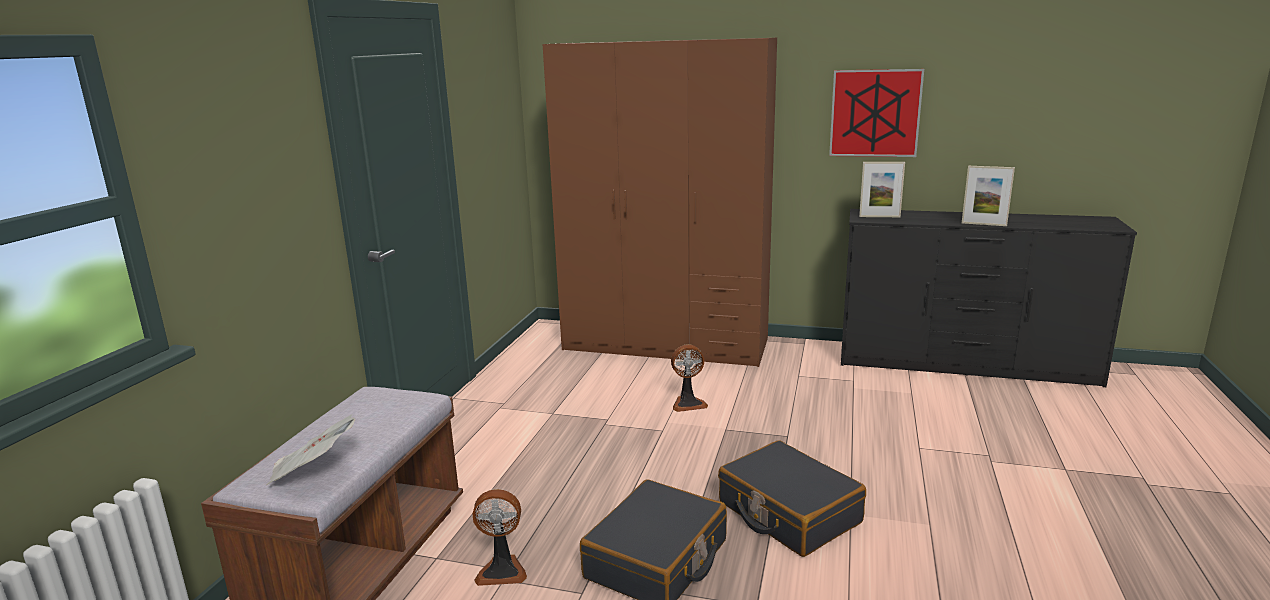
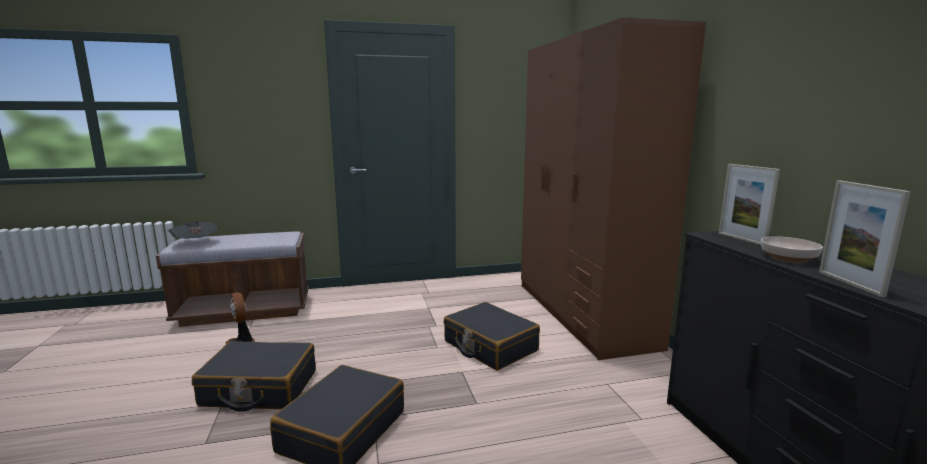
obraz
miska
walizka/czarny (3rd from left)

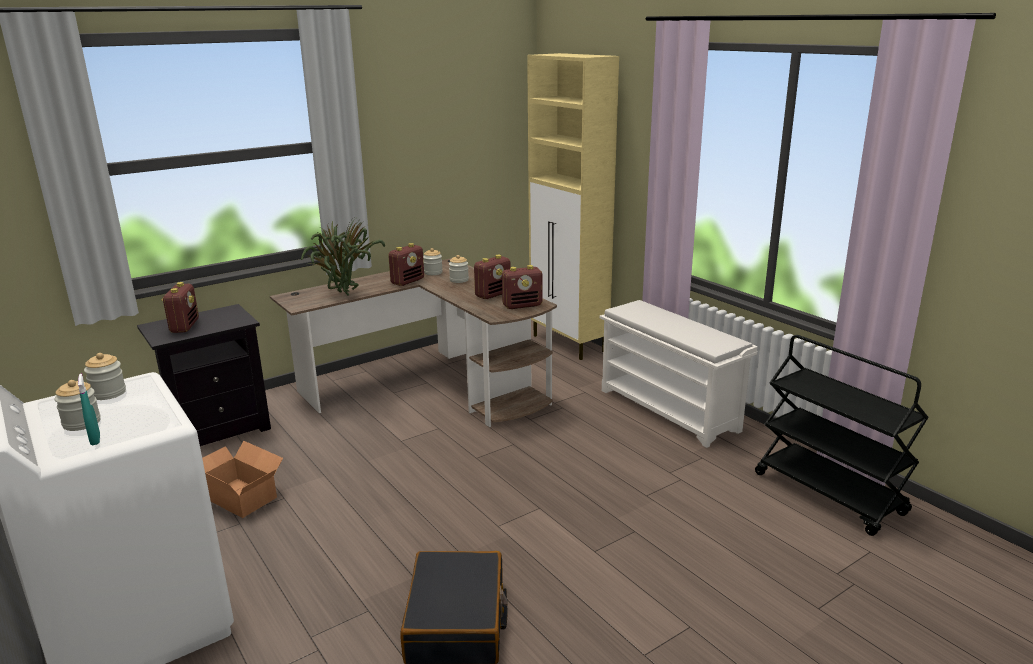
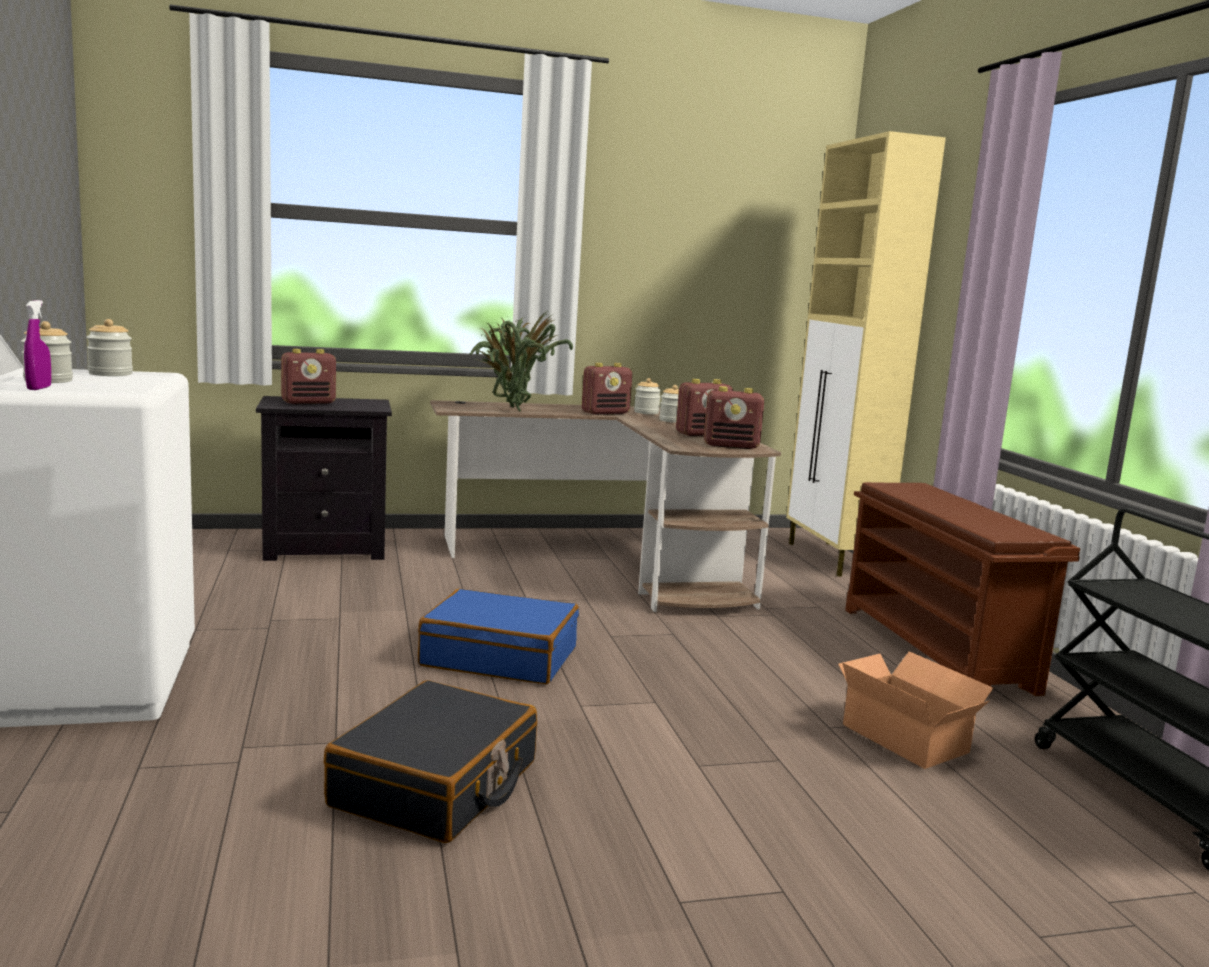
walizka/niebieski
karton
spryskiwacz/fioletowy
regał na buty/brązowy
radio (1st from left)

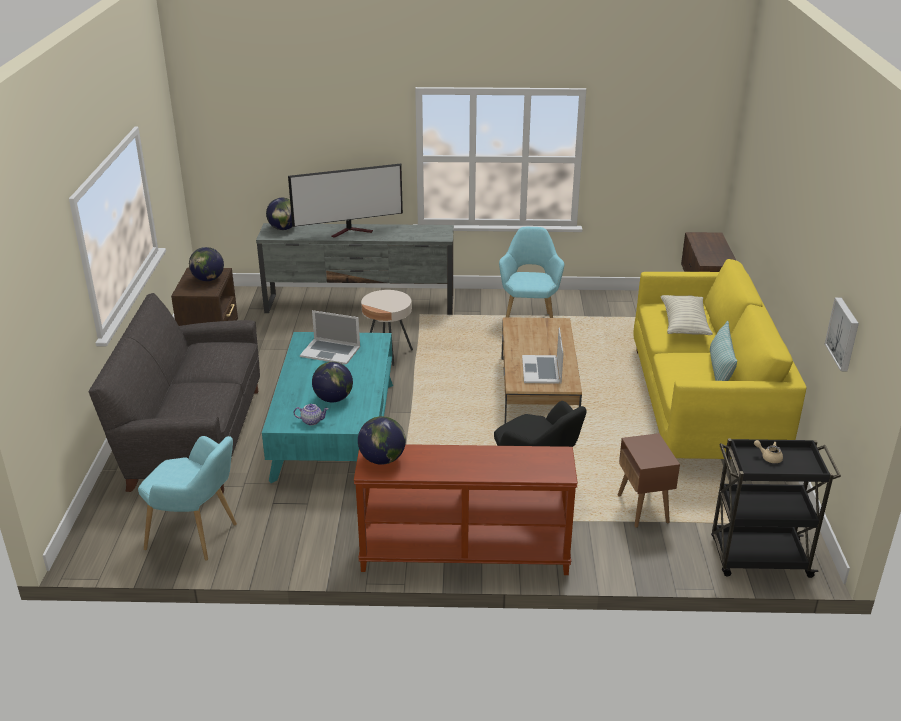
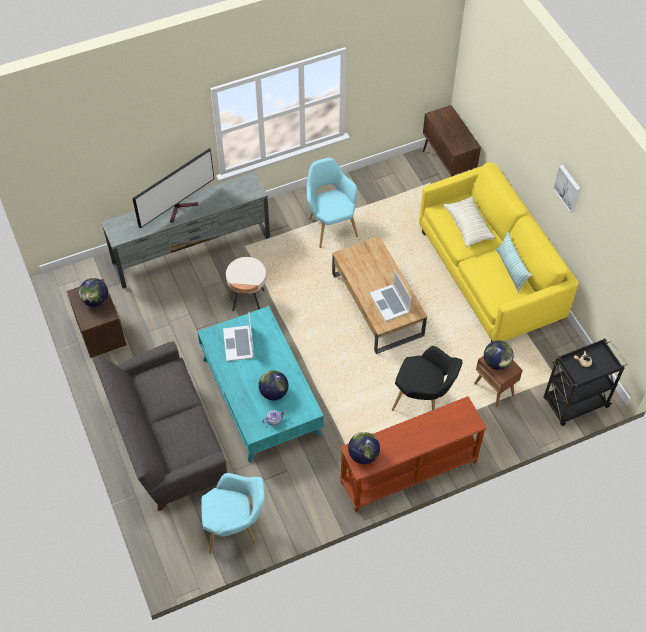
globus (4th from left)
obraz
laptop (1st from left)

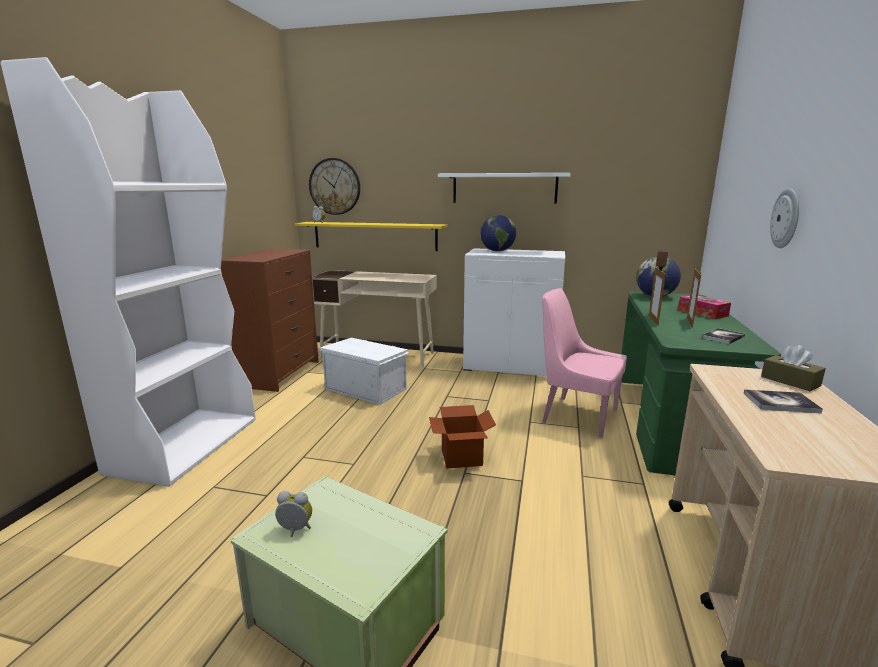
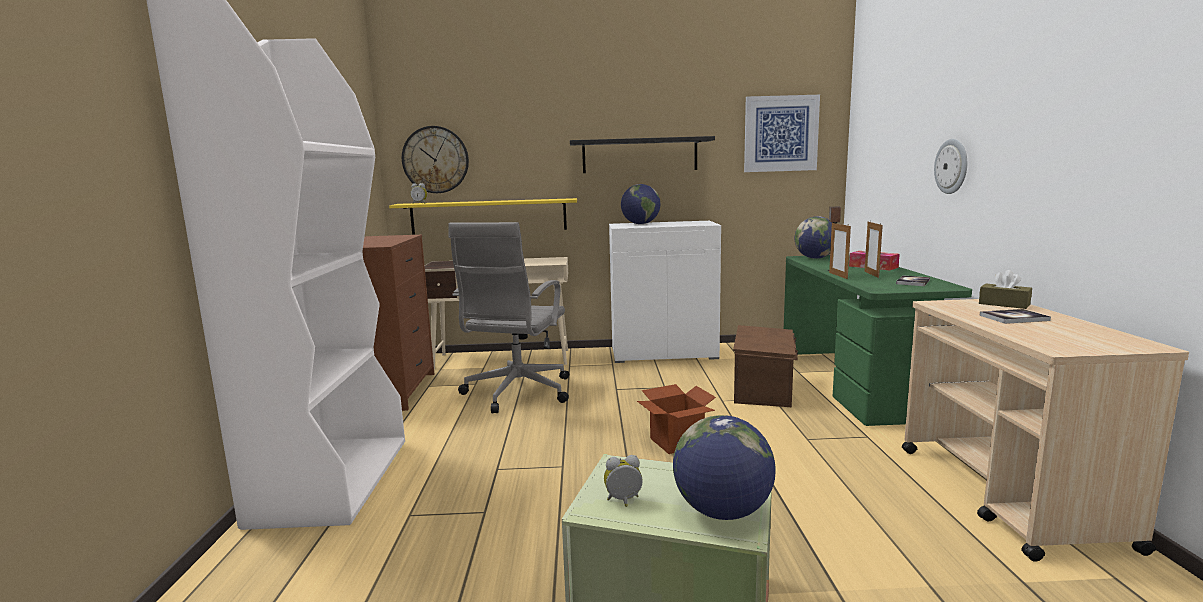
globus (2nd from left)
obraz
krzesło biurowe/szary
pojemnik do przechowywania/brązowy
półka/czarny

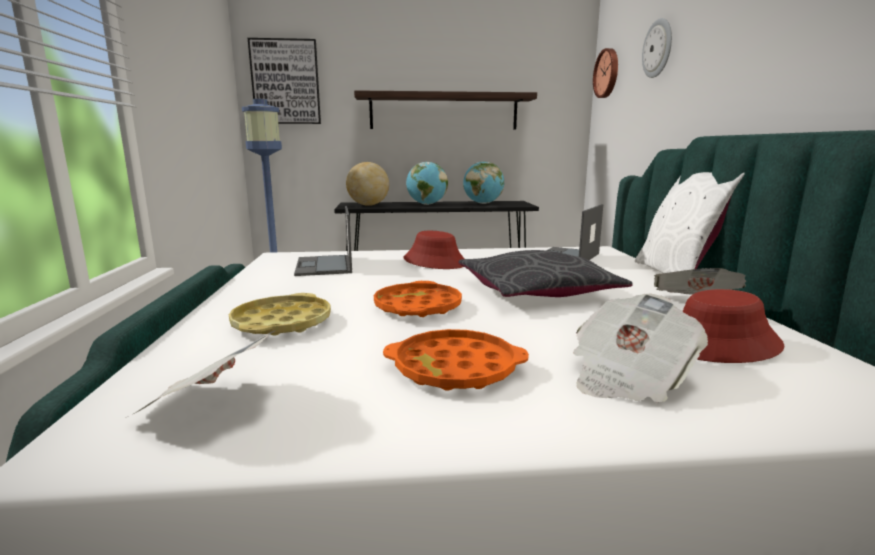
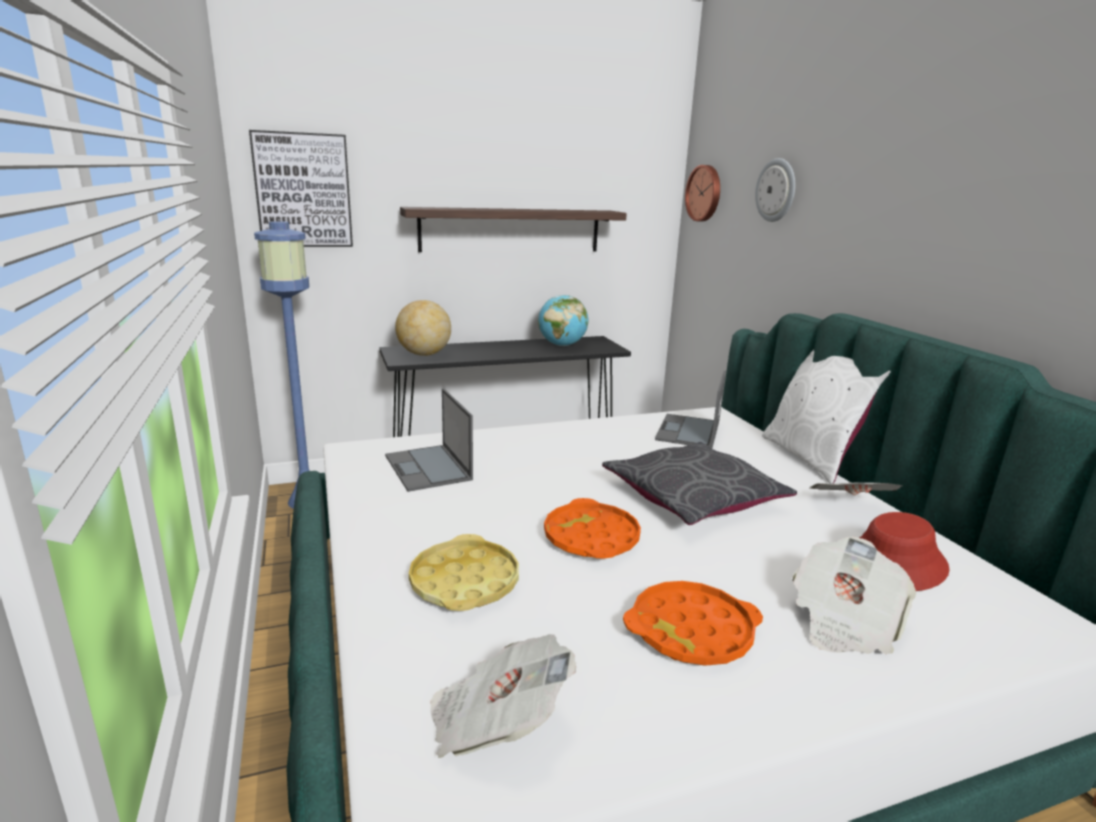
kapelusz/czerwony (1st from left in the first image)
globus (2nd from left in the first image)

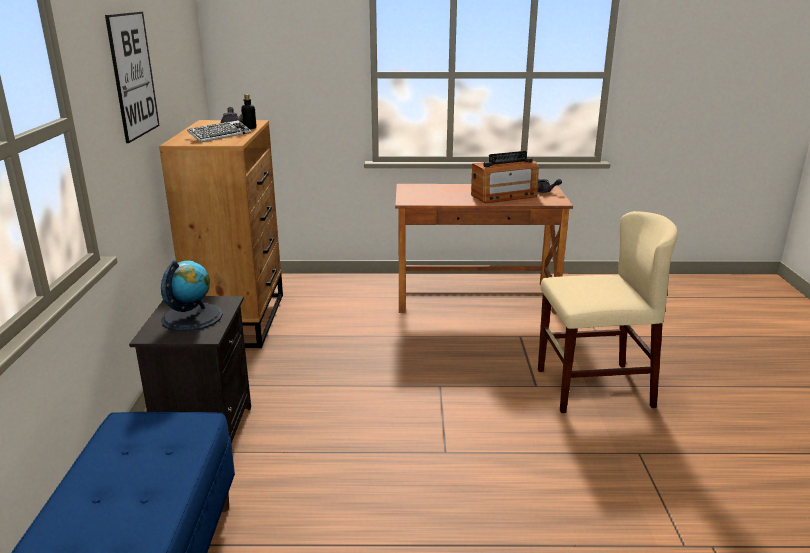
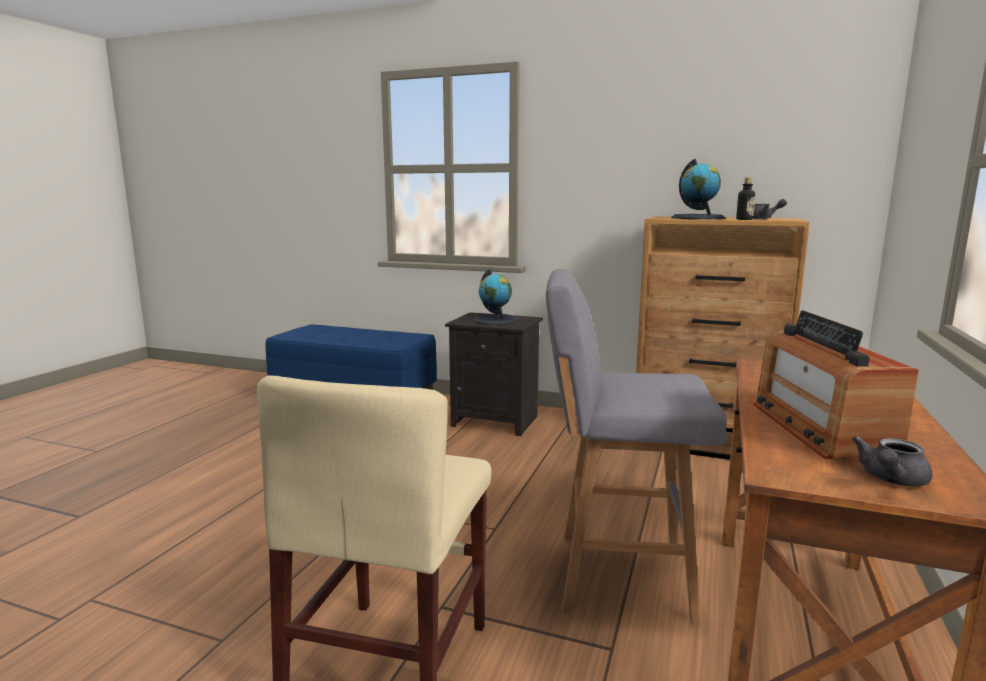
obraz
stołek/szary
globus (2nd from left)

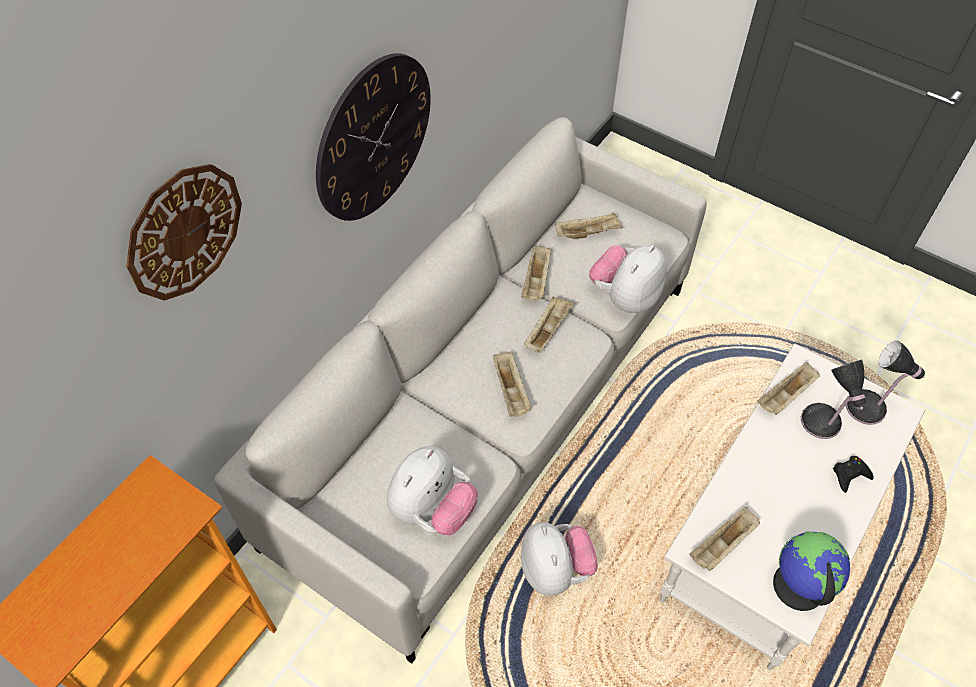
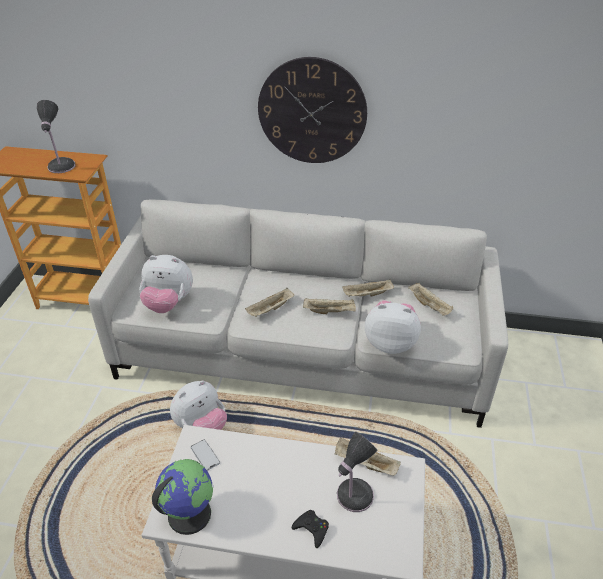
zegar ścienny (1st from left in the first image)
lampa stołowa (1st from left)
telefon

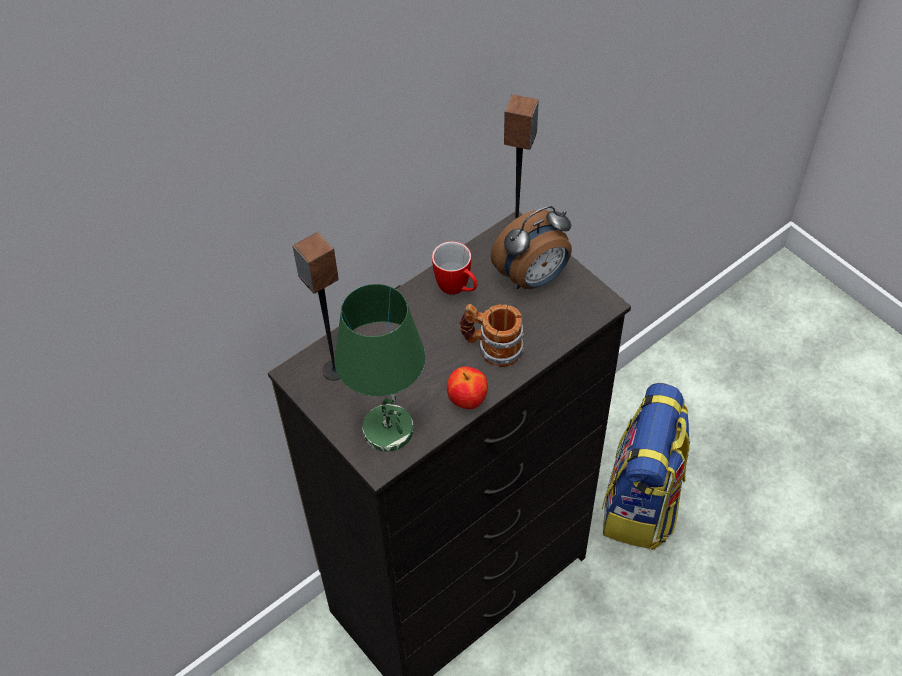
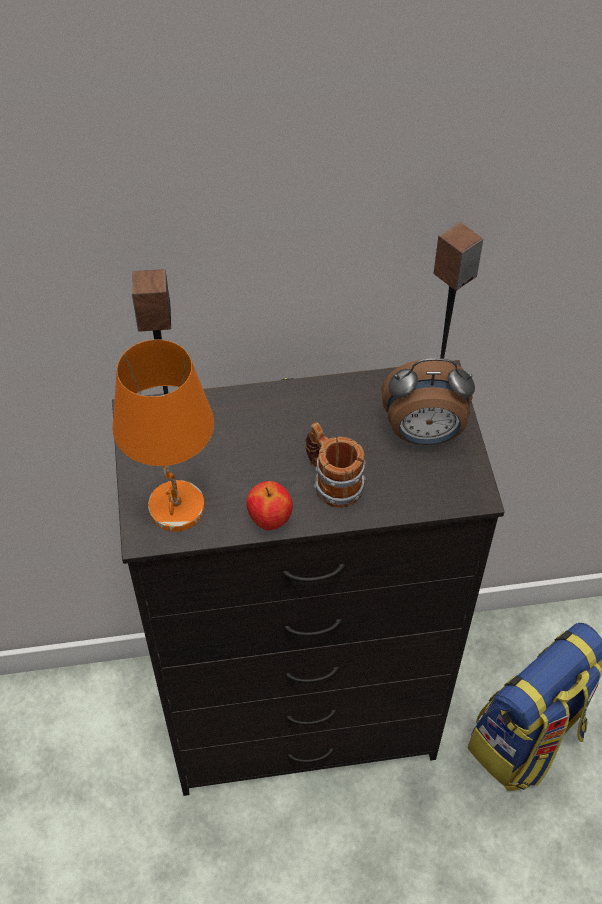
kubek (1st from left in the first image)
lampa stołowa/pomarańczowy

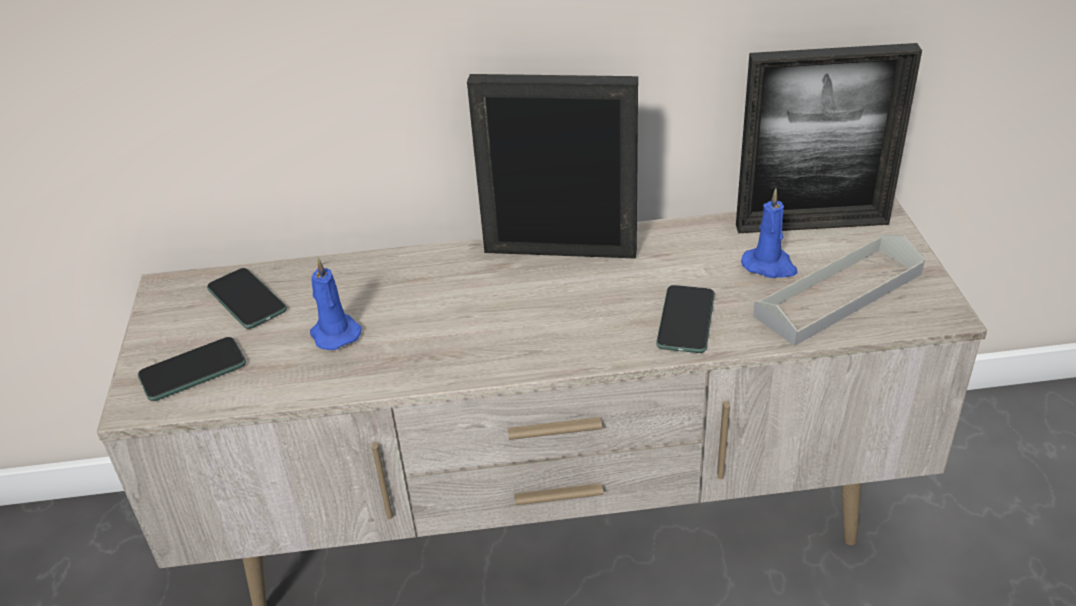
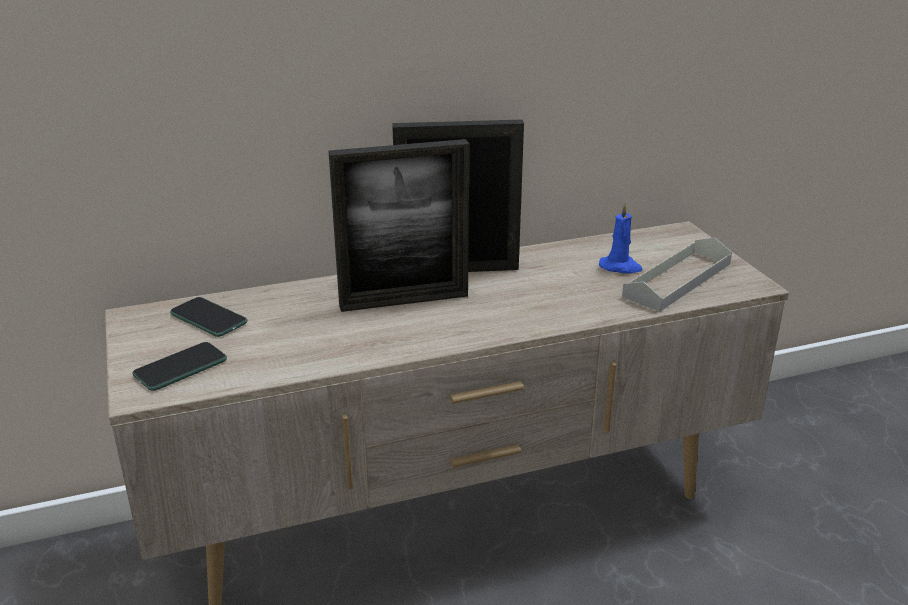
świeca/niebieski (1st from left in the first image)
telefon (3rd from left in the first image)
ramka na zdjęcie (1st from left)

